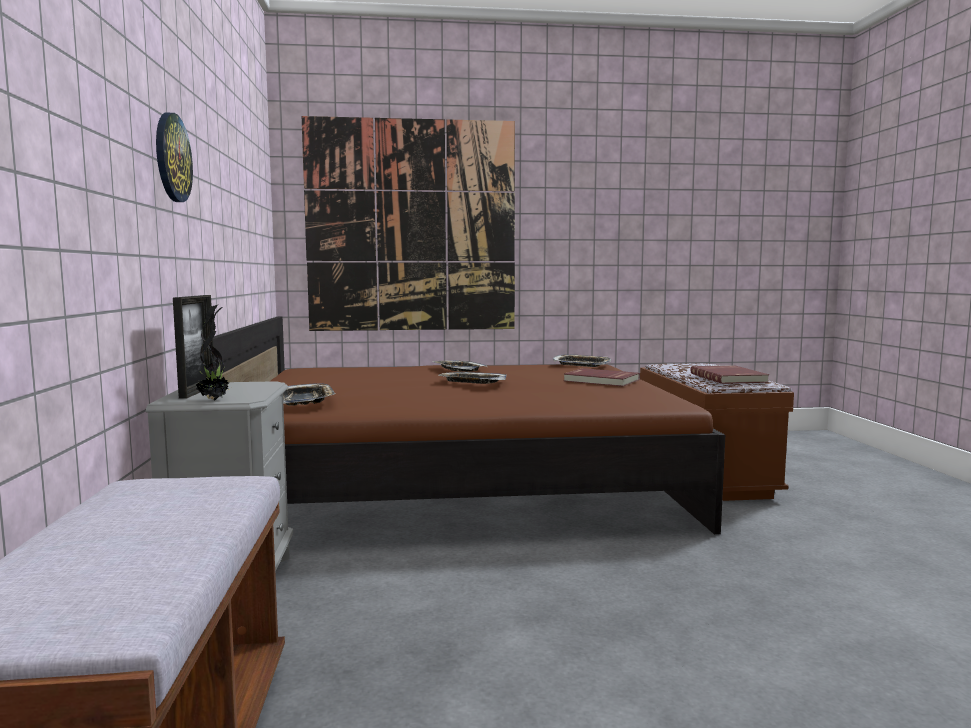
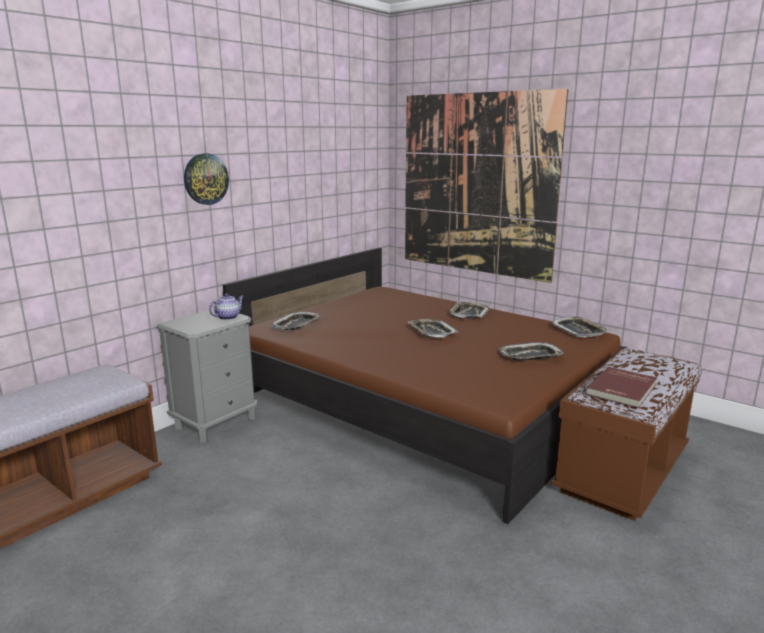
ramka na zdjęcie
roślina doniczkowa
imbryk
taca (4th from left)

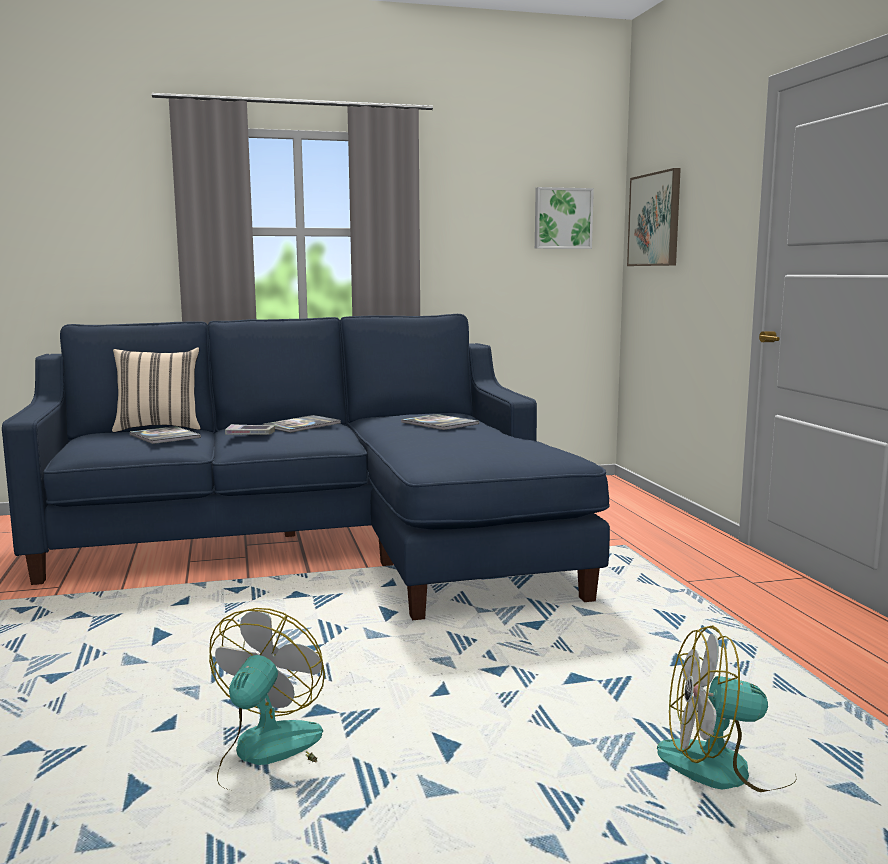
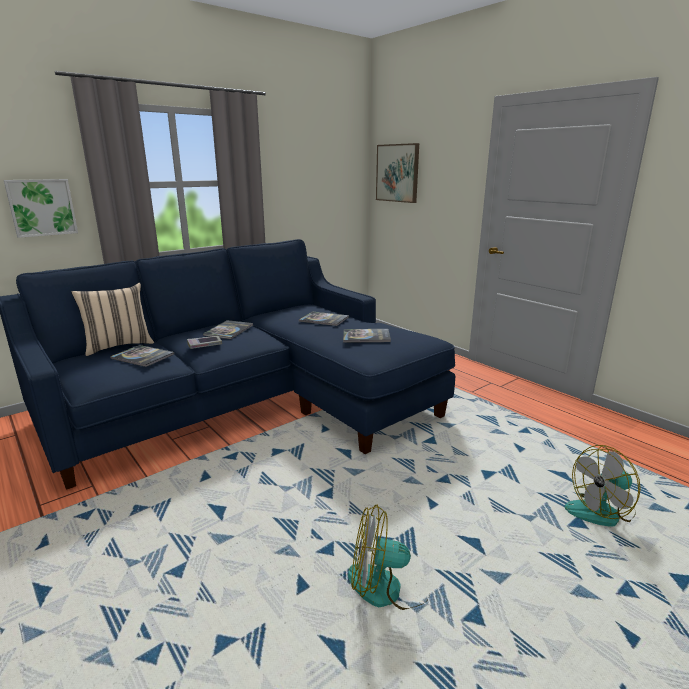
książka (5th from left)
obraz (1st from left)
wentylator (1st from left)

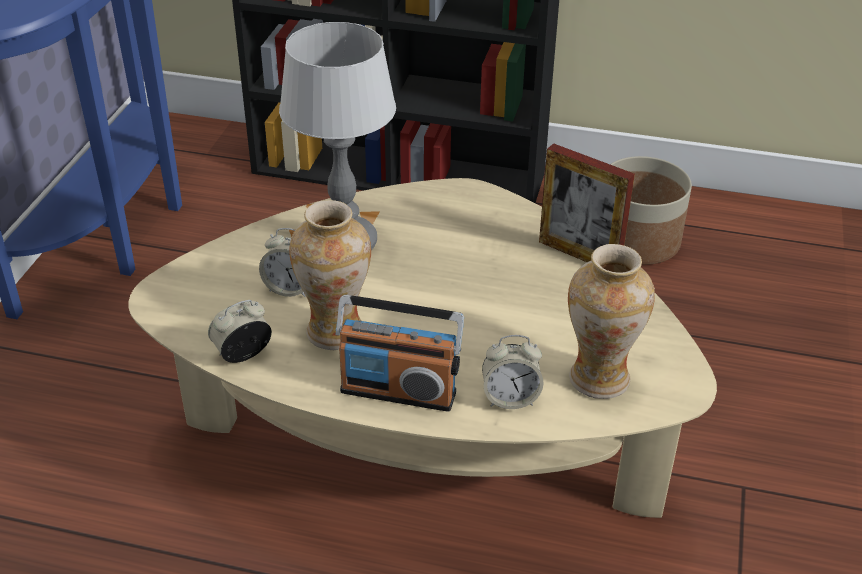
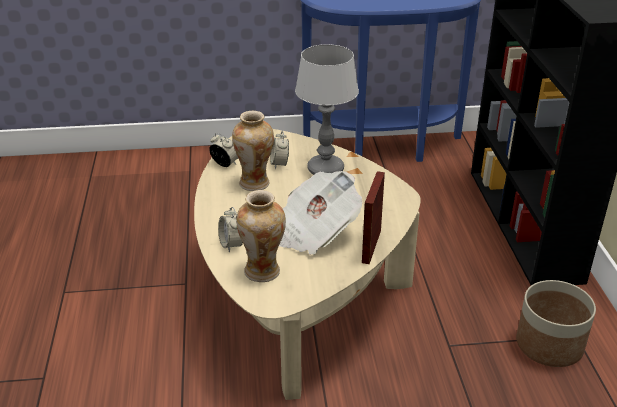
radio
gazeta

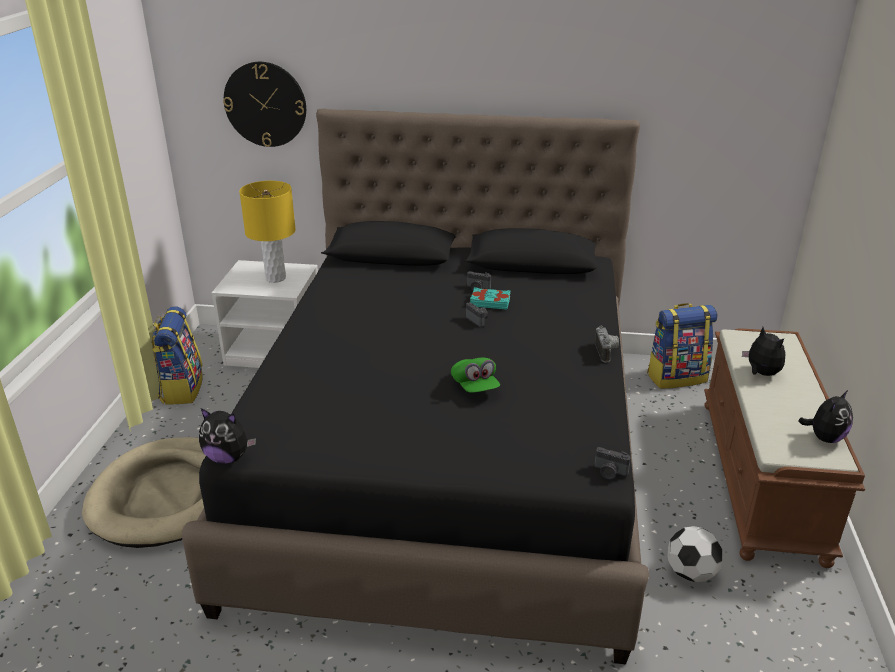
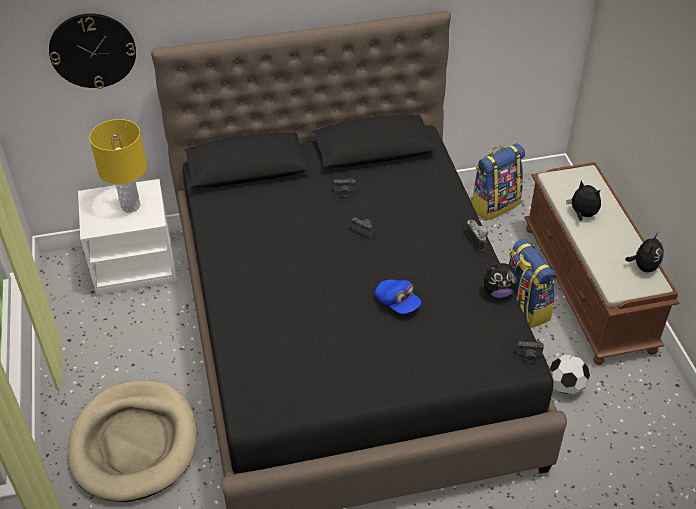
książka/turkusowy
plecak (2nd from left)
pluszak (1st from left)
czapka z daszkiem/niebieski

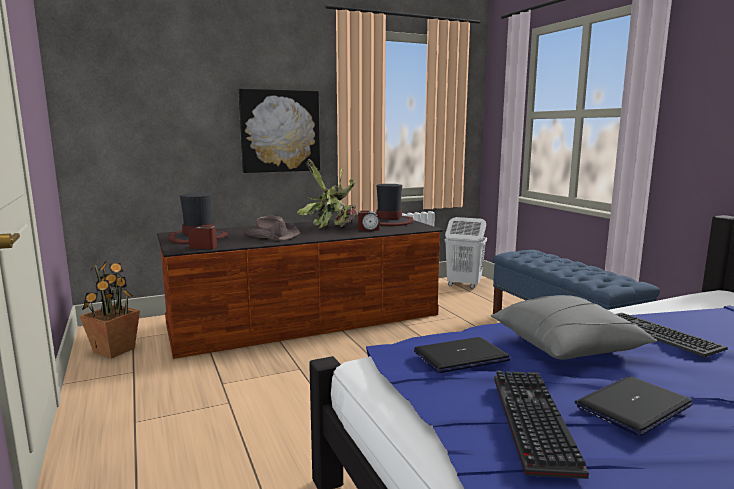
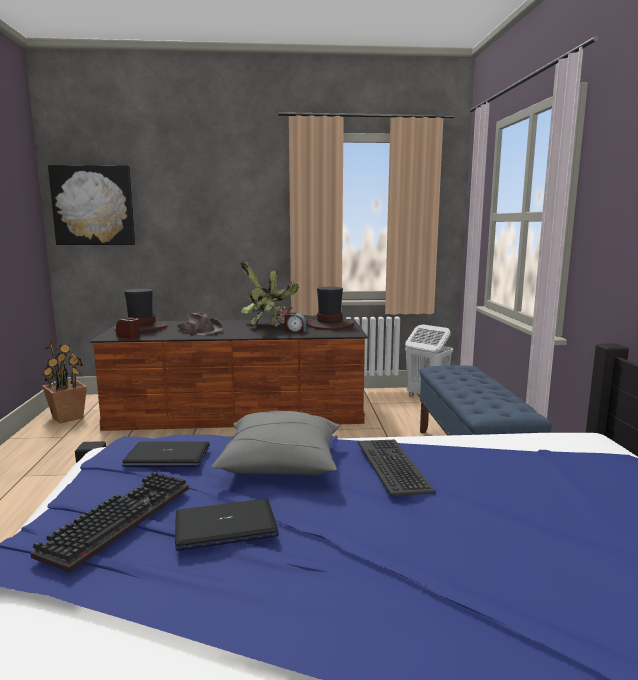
obraz

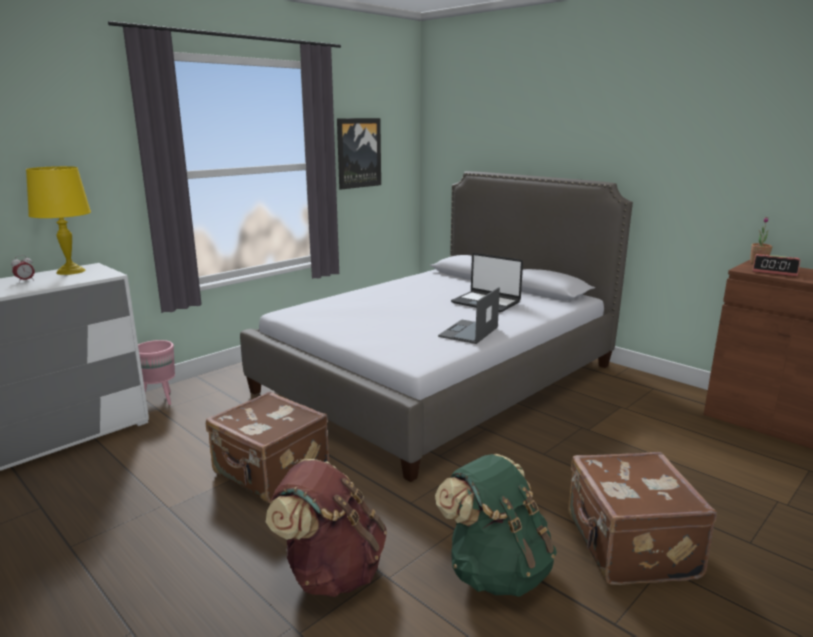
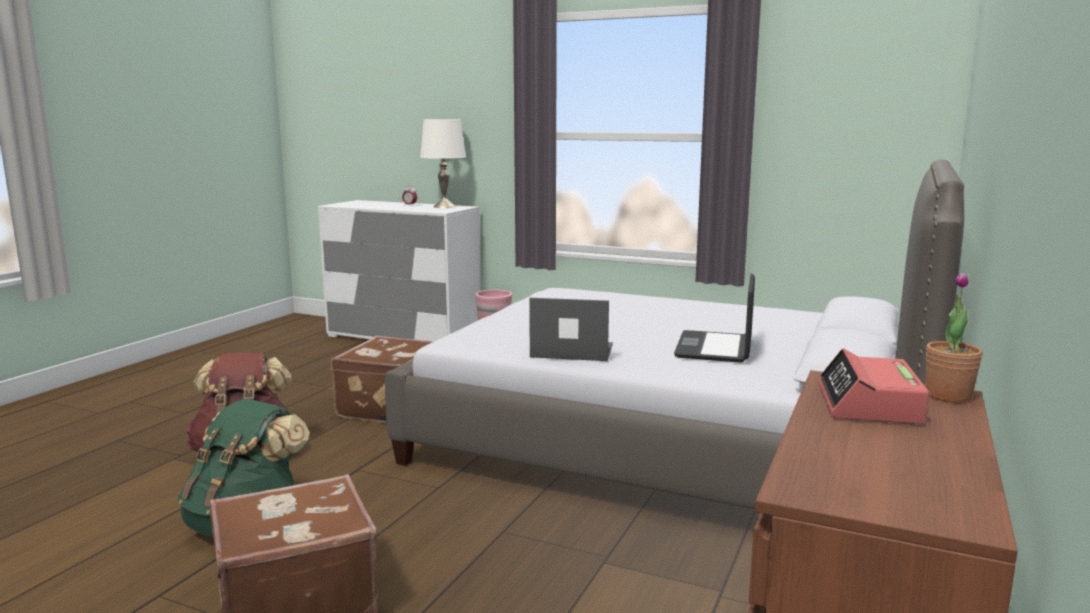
obraz
lampa stołowa/biały

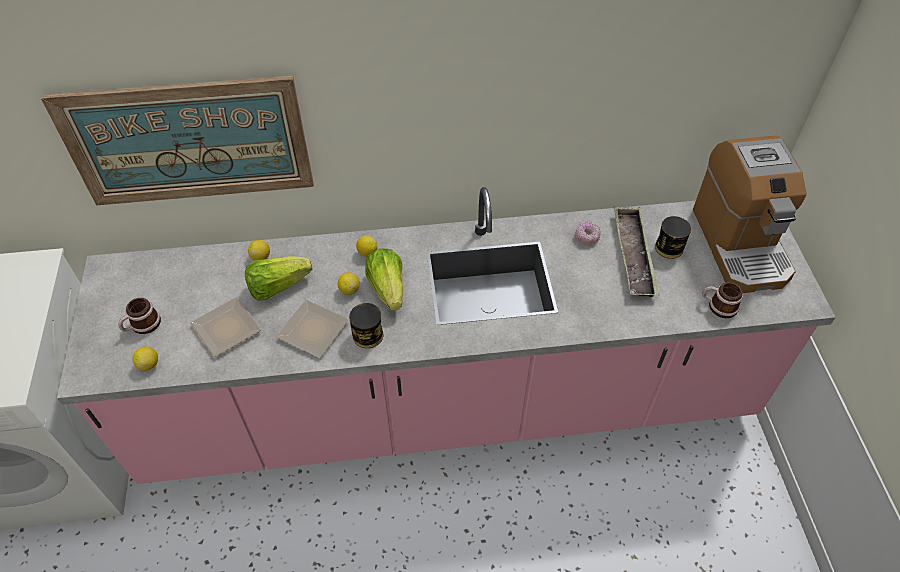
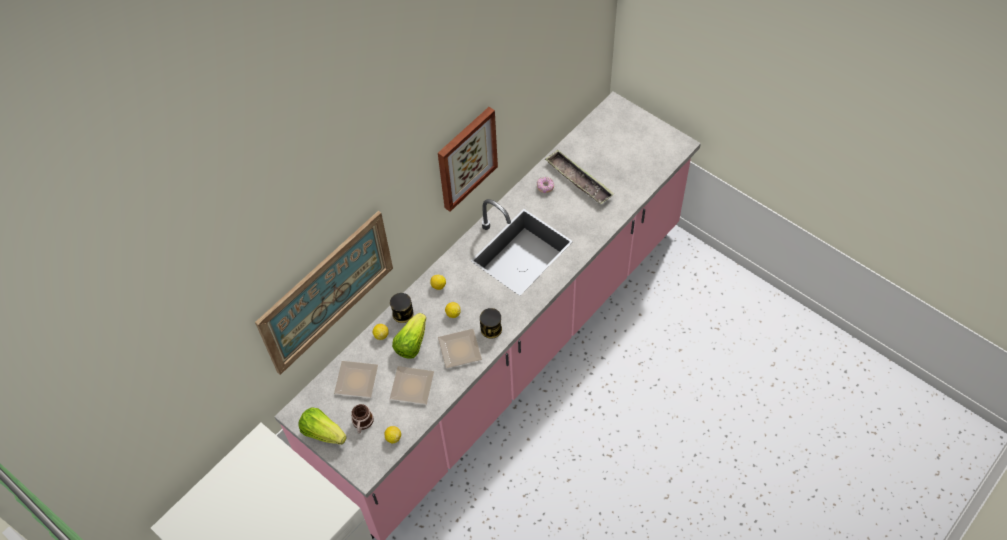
ekspres do kawy
kubek (2nd from left in the first image)
talerz (1st from left)
obraz (2nd from left)
sałata (1st from left)
puszka (1st from left)

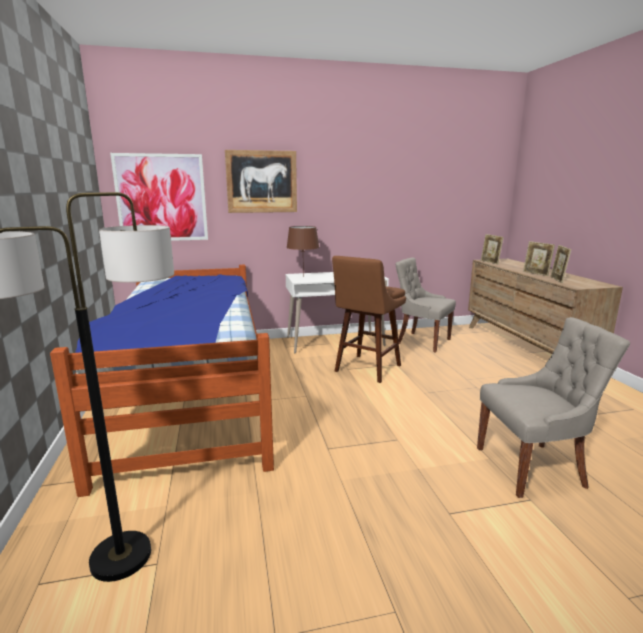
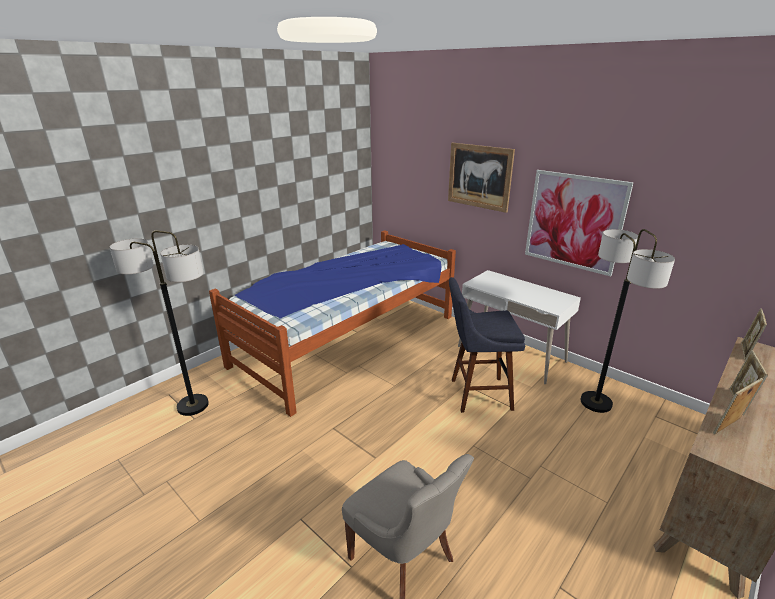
lampa stołowa/brązowy
obraz (2nd from left)
lampa stojąca (2nd from left)
stołek/niebieski

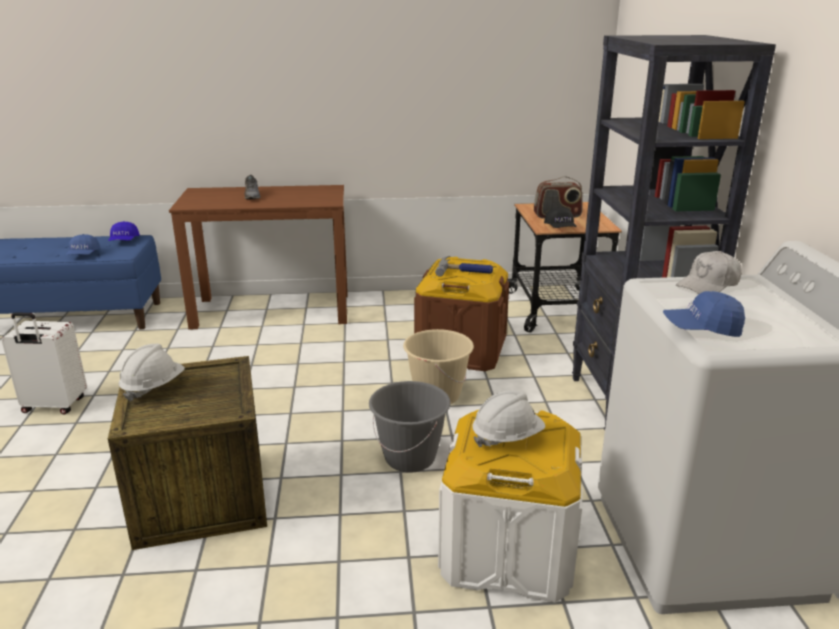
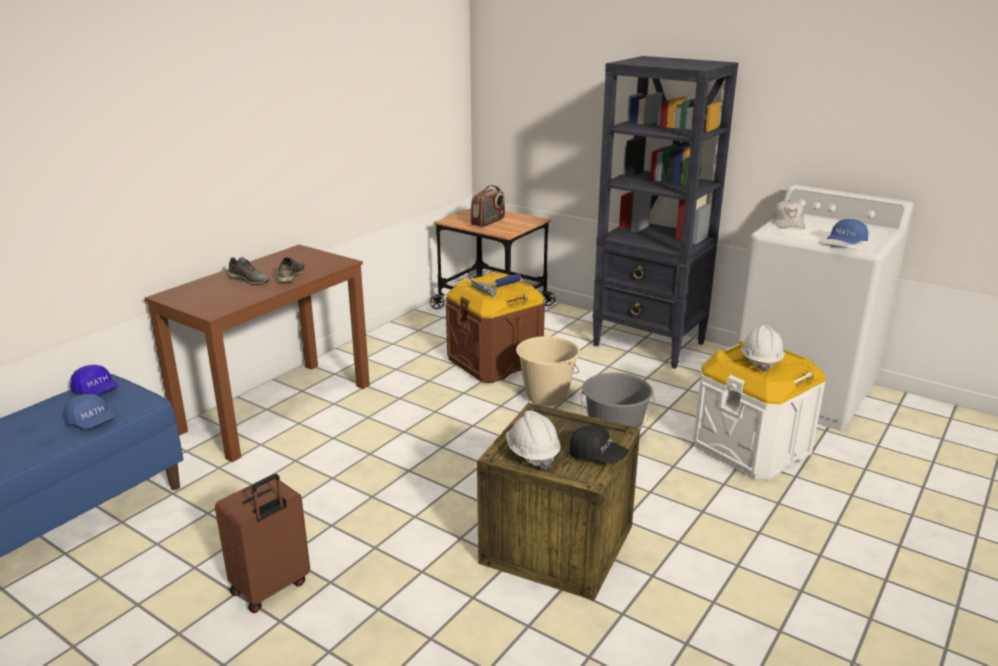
but/szary (2nd from left)
czapka z daszkiem/czarny
walizka/brązowy

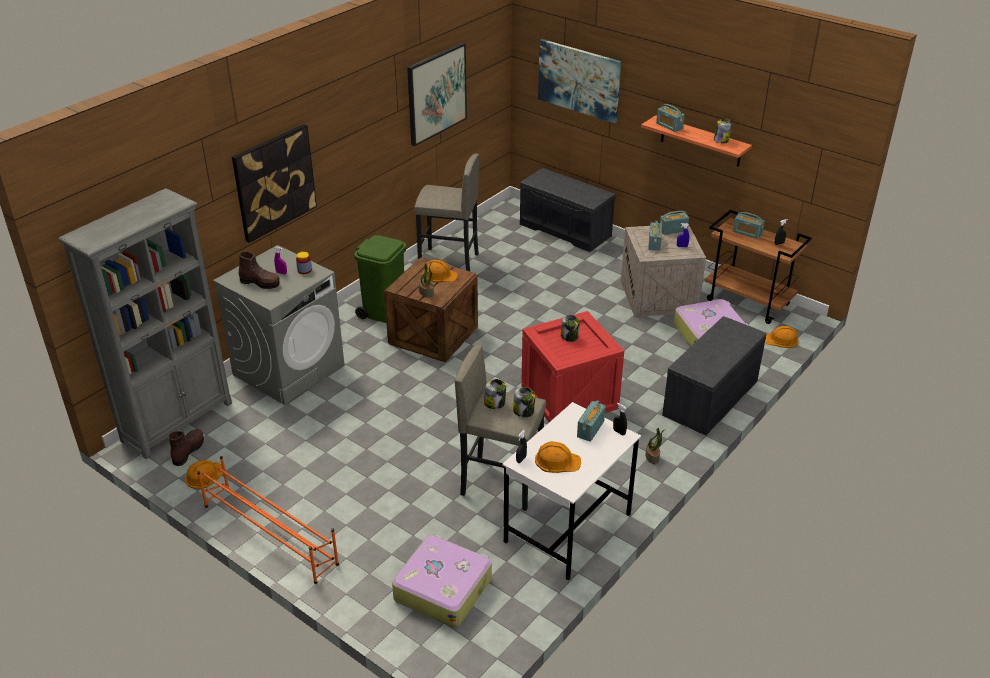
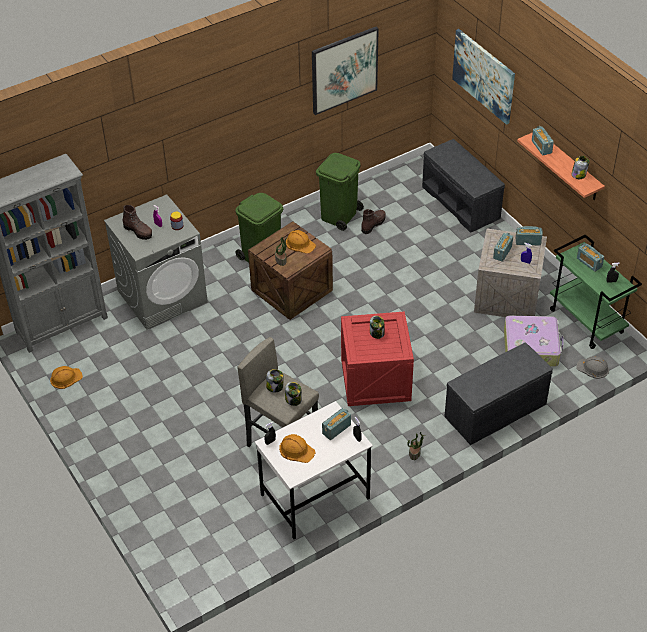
regał na buty/pomarańczowy
obraz (1st from left in the first image)
walizka (1st from left in the first image)
but z cholewką/brązowy (2nd from left)
kosz na śmieci/zielony (2nd from left)
wózek/zielony
kask/szary

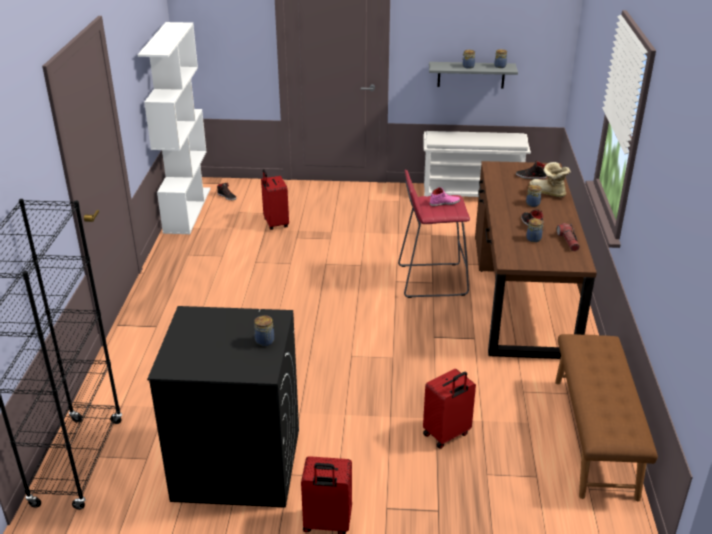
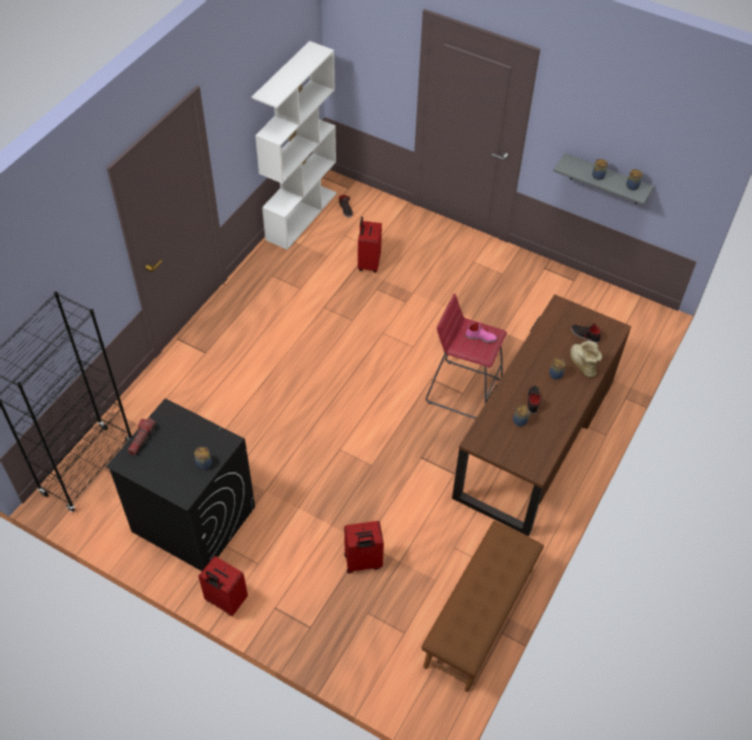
regał na buty/biały
latarka

